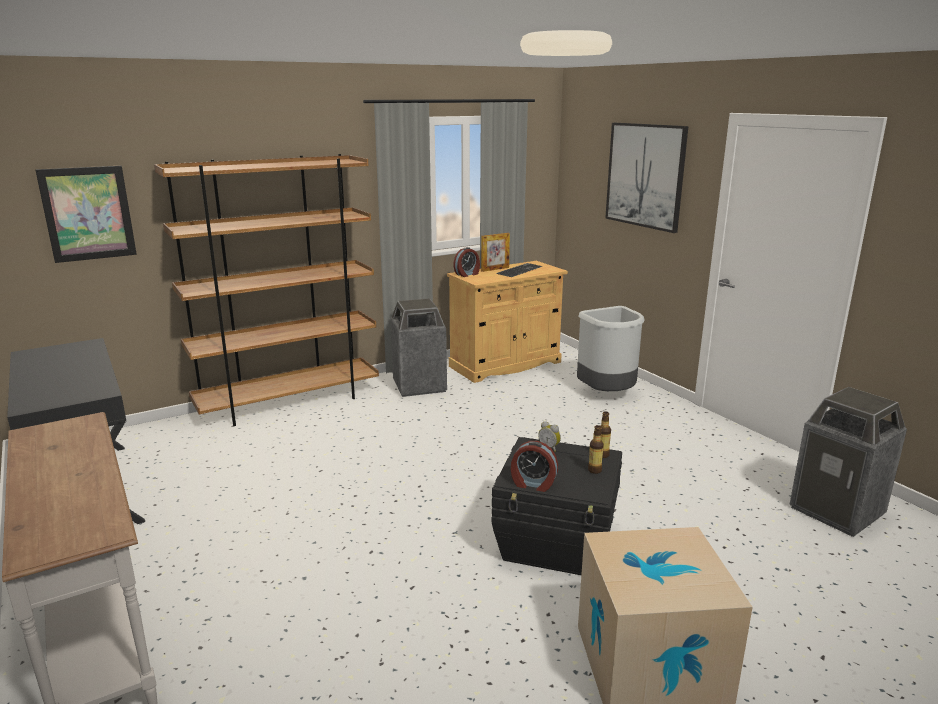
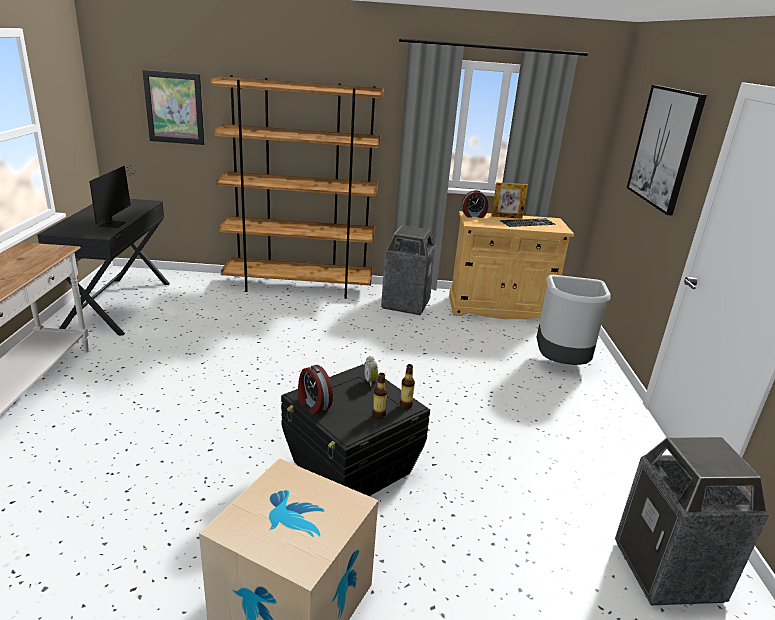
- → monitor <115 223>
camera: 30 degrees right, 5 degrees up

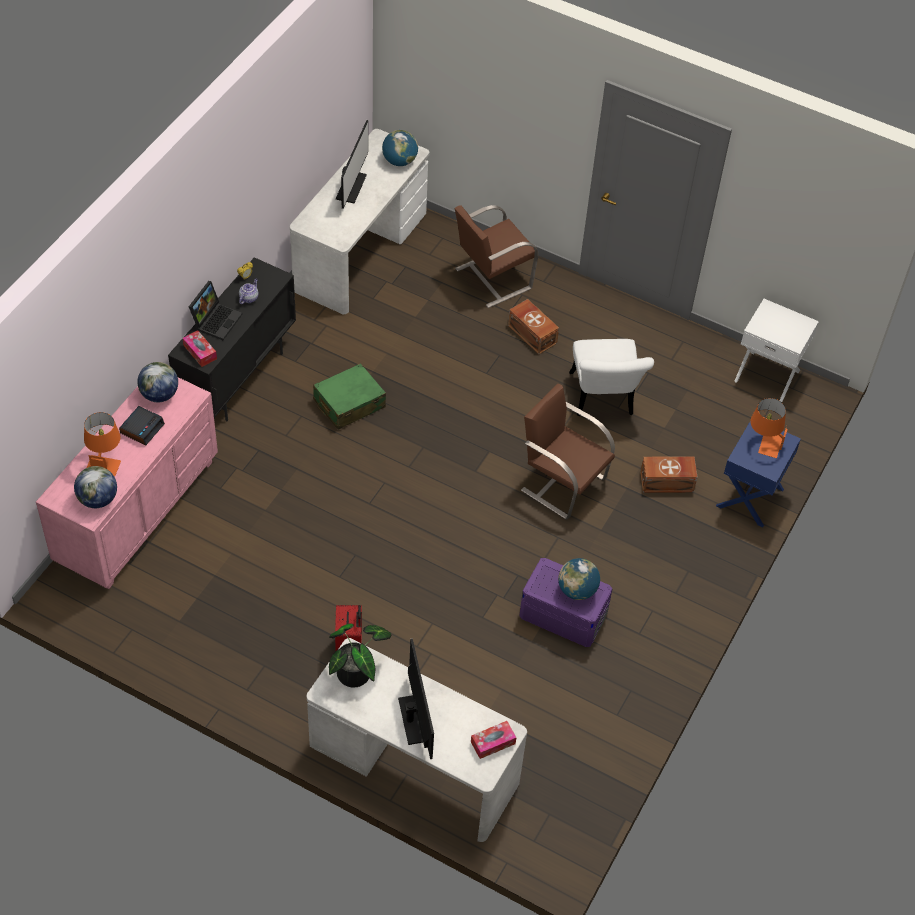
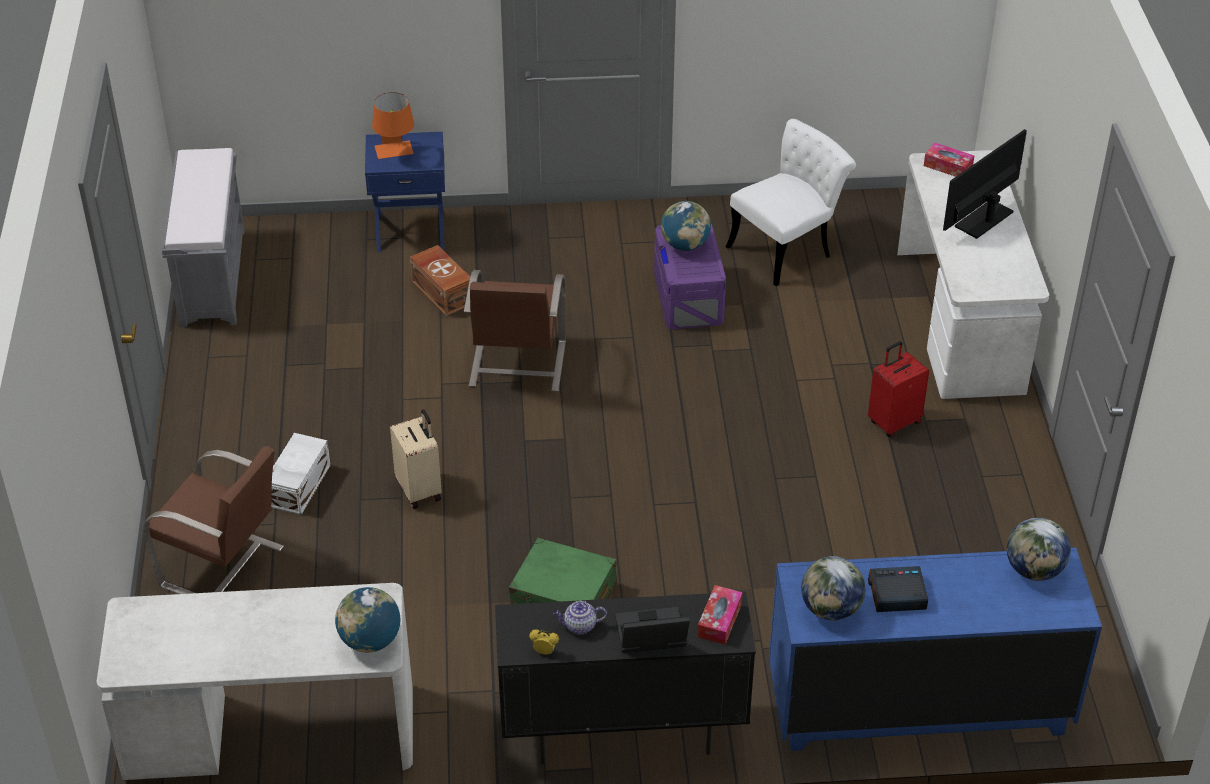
monitor <351 187> → -
globe <399 161> → globe <370 641>, shifted
brown storage box <532 333> → white storage box <298 486>
white nightstand <767 375> → grey bench <212 276>
white chair <602 400> → white chair <787 248>, shifted
pink dresser <137 511> → blue dresser <918 704>
orange table lamp <105 460> → -
potted plant <358 673> → -
- → beige suitcase <420 490>
camera: 120 degrees left, 10 degrees down

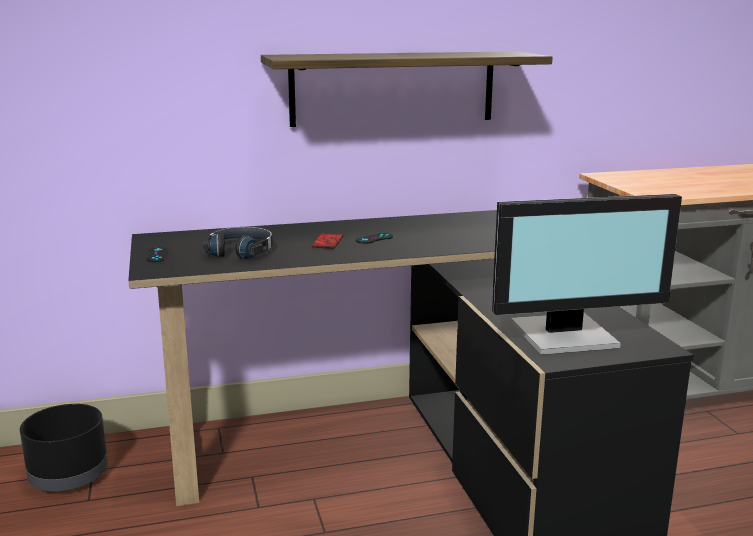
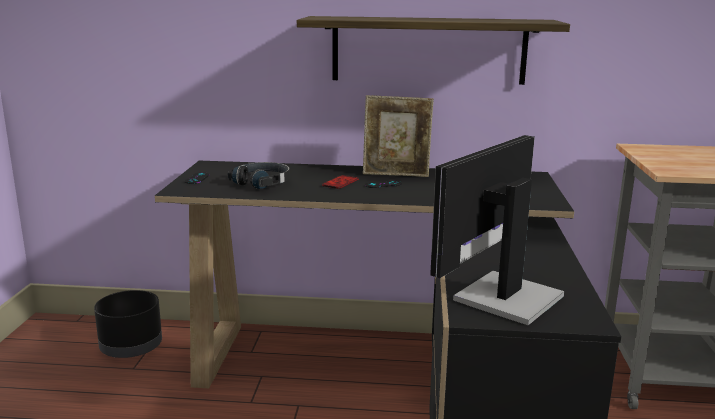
monitor <566 337> → monitor <503 297>, 120 degrees clockwise
- → picture frame <396 175>
camera: 20 degrees right, 0 degrees up

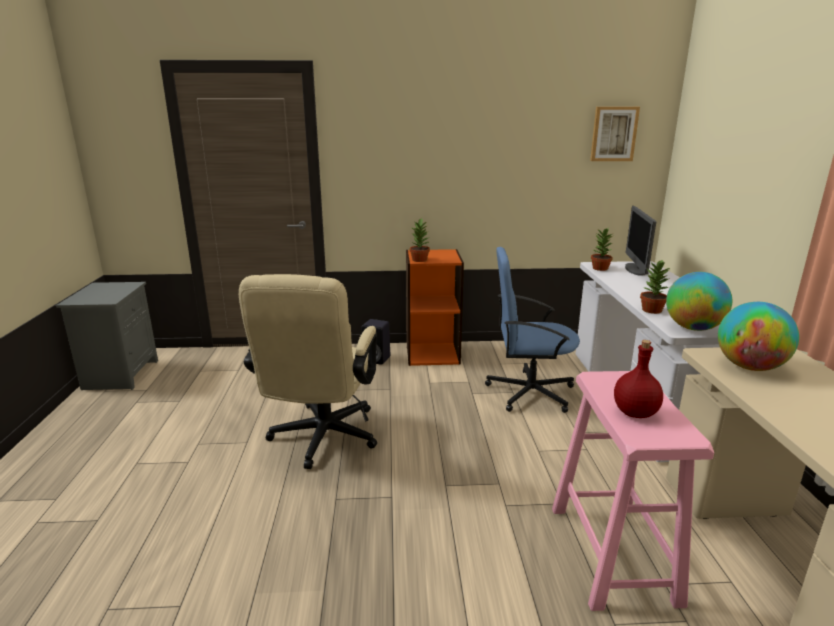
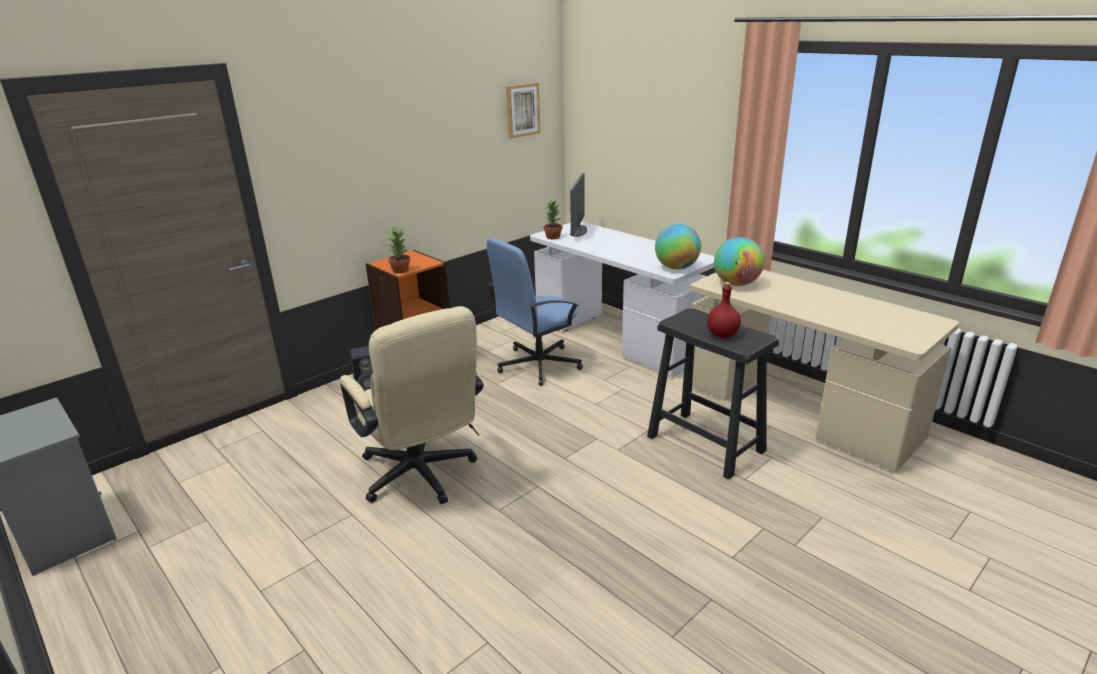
monitor <635 269> → monitor <578 231>, 45 degrees clockwise
potted plant <651 310> → -
pink stool <612 552> → black stool <705 443>
camera: 40 degrees left, 5 degrees up

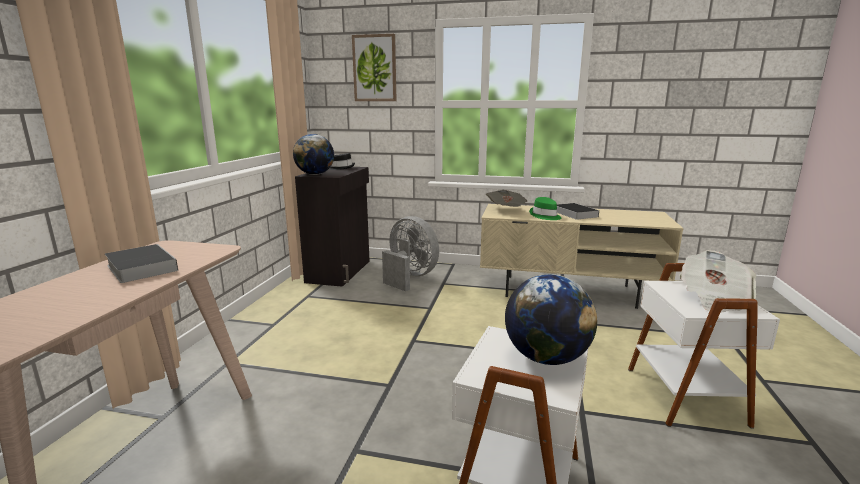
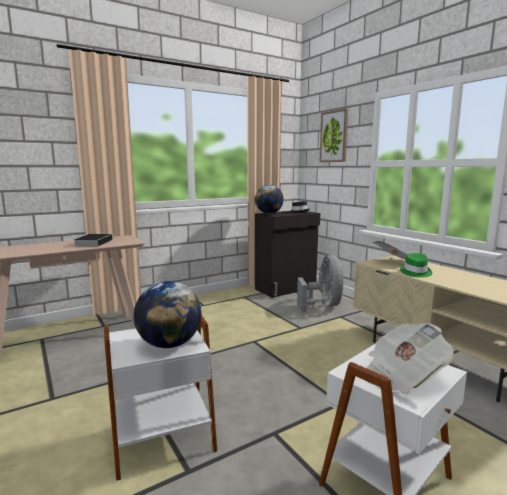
book <574 214> → -
camera: 45 degrees right, 5 degrees down

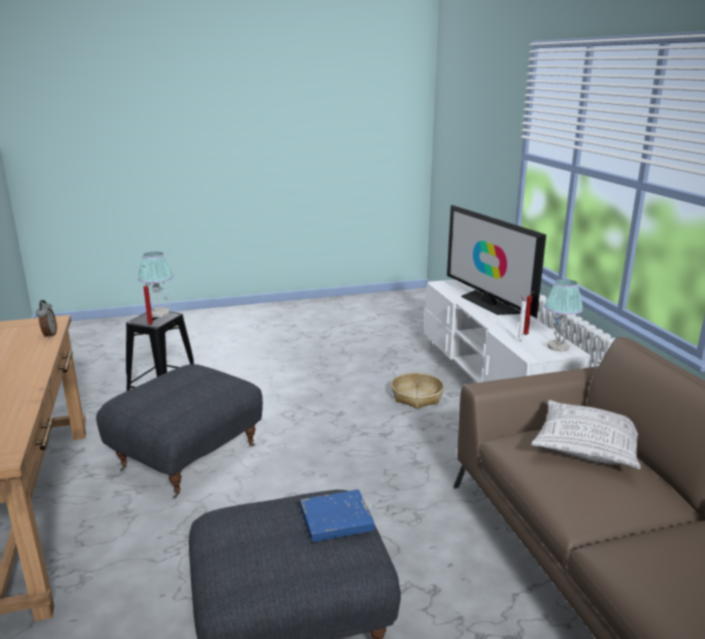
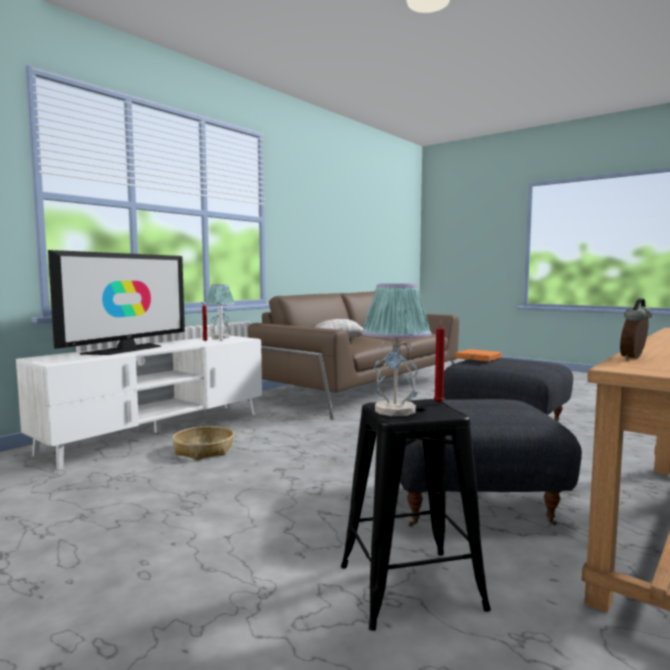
blue book <336 520> → orange book <478 358>
camera: 125 degrees left, 15 degrees down

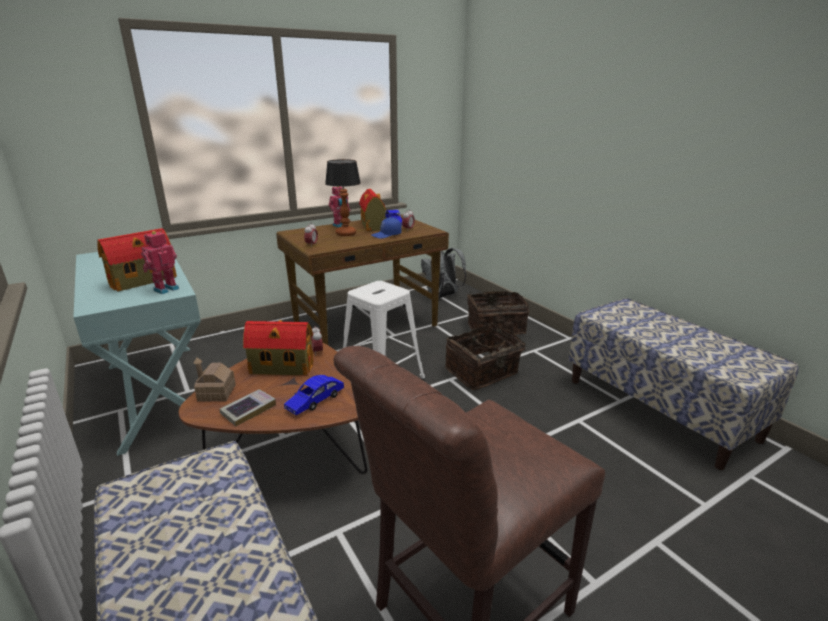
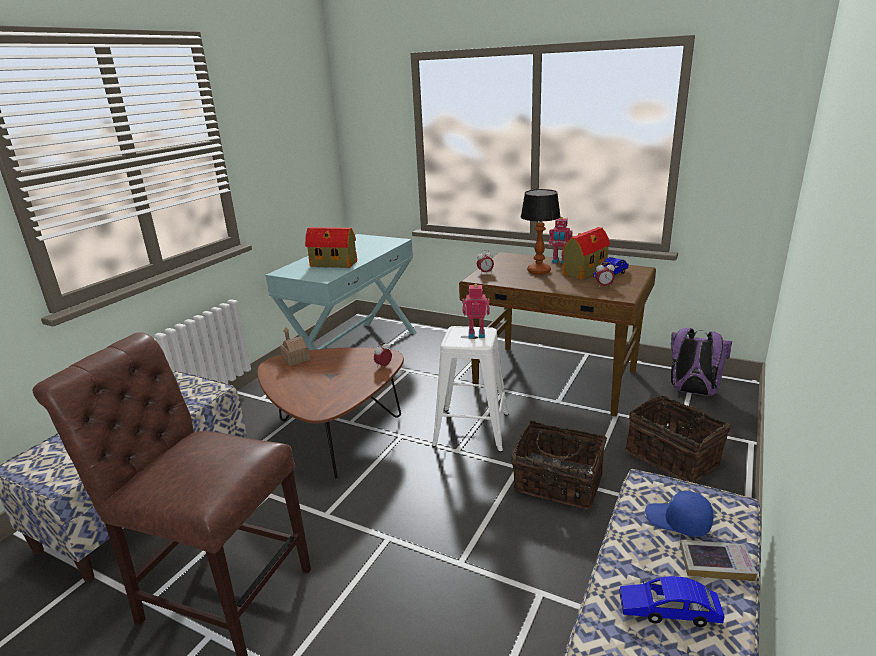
blue cap <386 235> → blue cap <677 521>, shifted
toy robot <165 289> → toy robot <476 334>, shifted
grey backpack <442 296> → purple backpack <692 392>
toy house <280 367> → -
blue toy car <315 401> → blue toy car <668 611>, shifted
book <248 410> → book <715 563>, shifted
camera: 60 degrees right, 0 degrees up

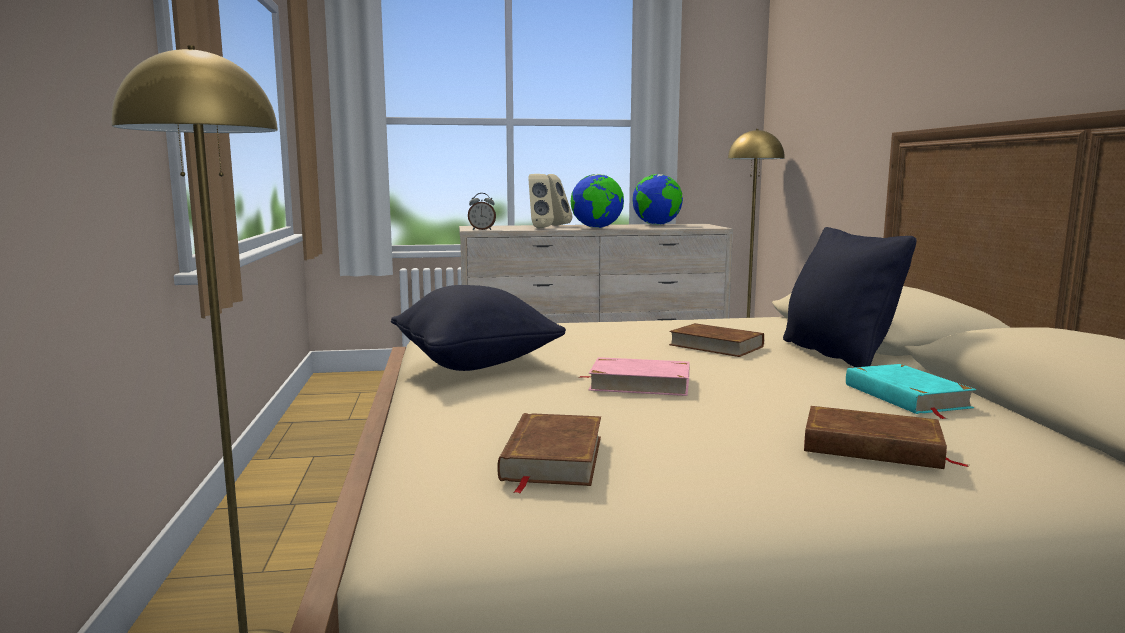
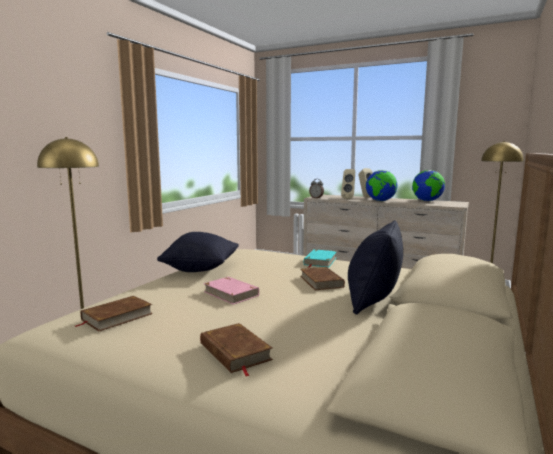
turquoise book <906 396> → turquoise book <320 261>, shifted
camera: 35 degrees right, 0 degrees up

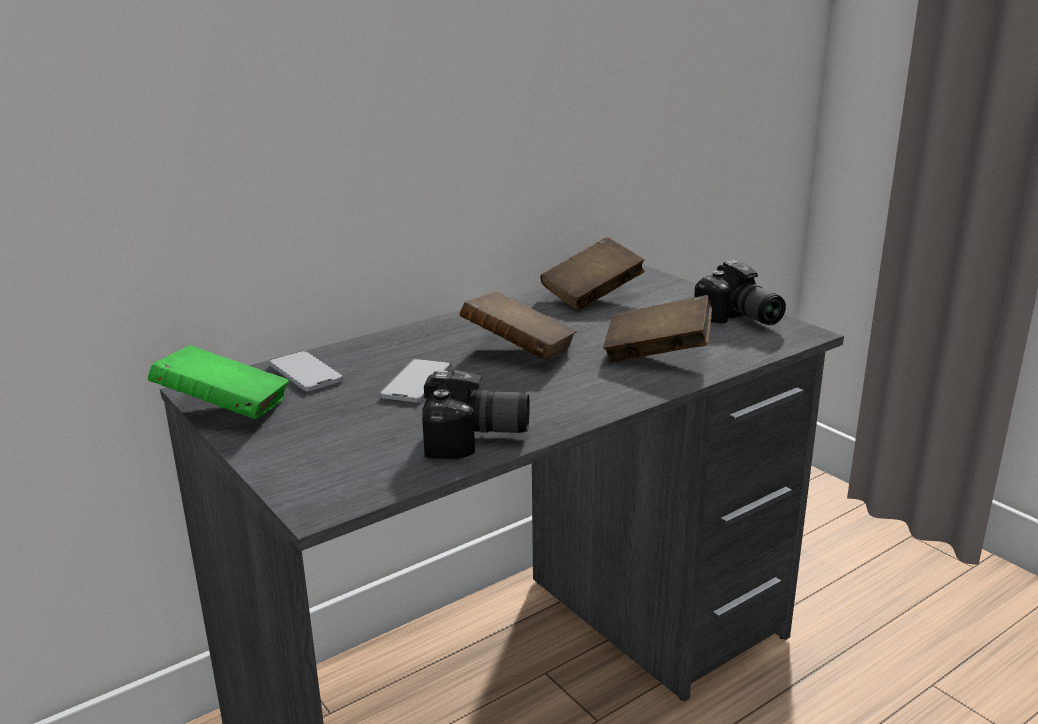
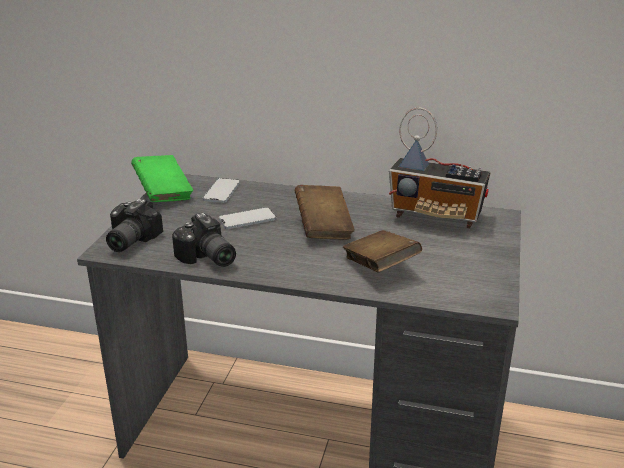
brown book <592 295> → radio <436 216>
photo camera <739 319> → photo camera <128 240>, shifted
camera: 50 degrees right, 5 degrees up

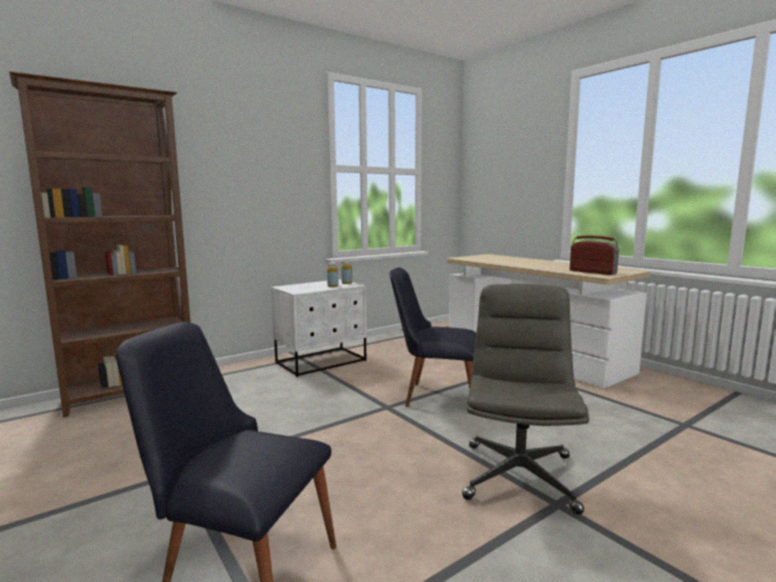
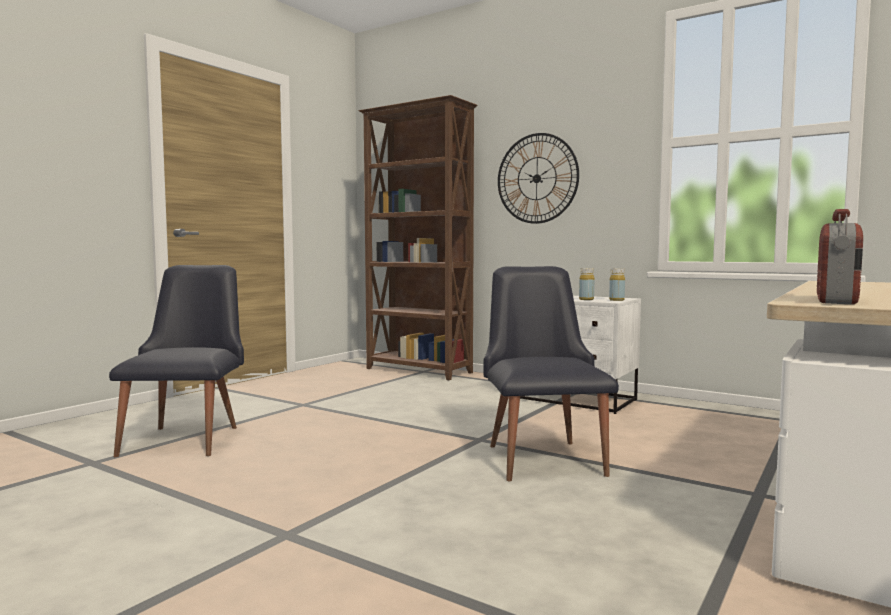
grey office chair <518 475> → -
- → wall clock <537 178>
camera: 70 degrees right, 5 degrees down

